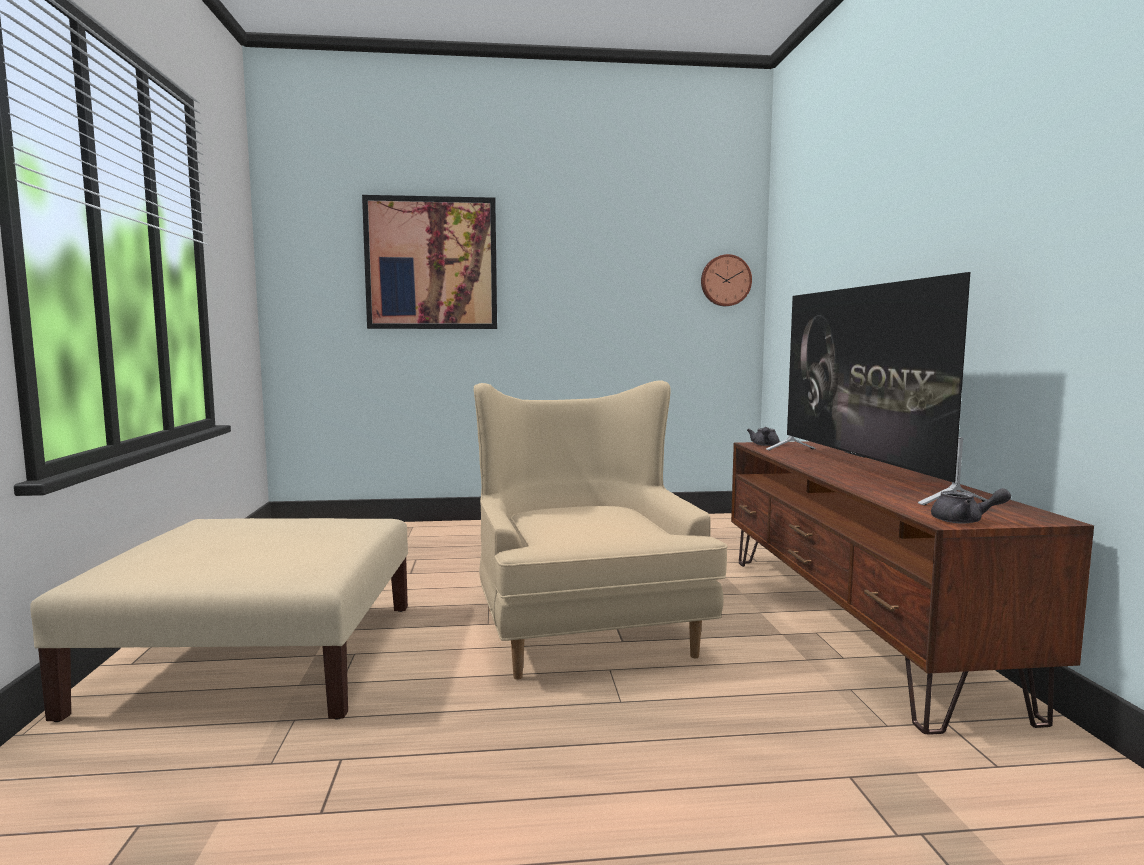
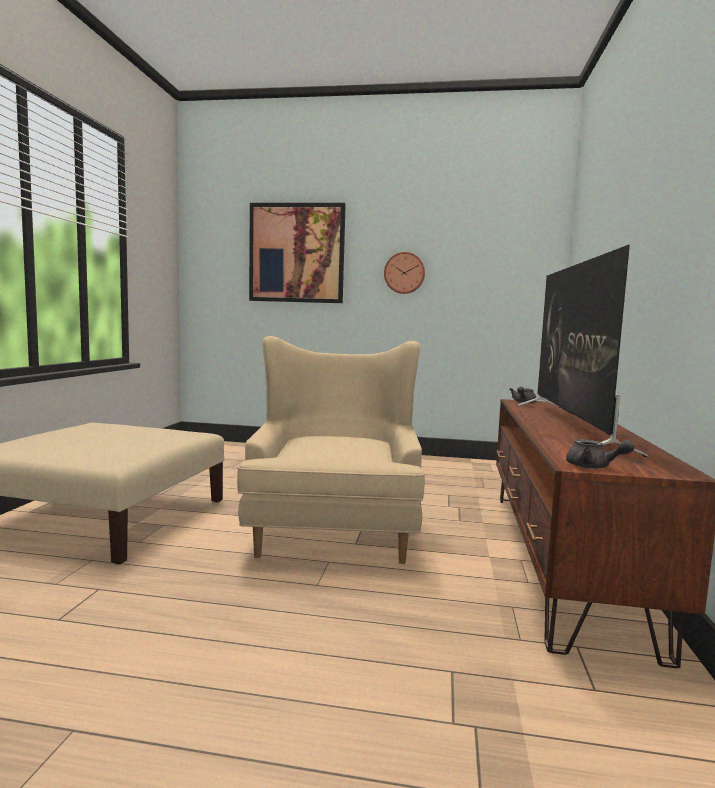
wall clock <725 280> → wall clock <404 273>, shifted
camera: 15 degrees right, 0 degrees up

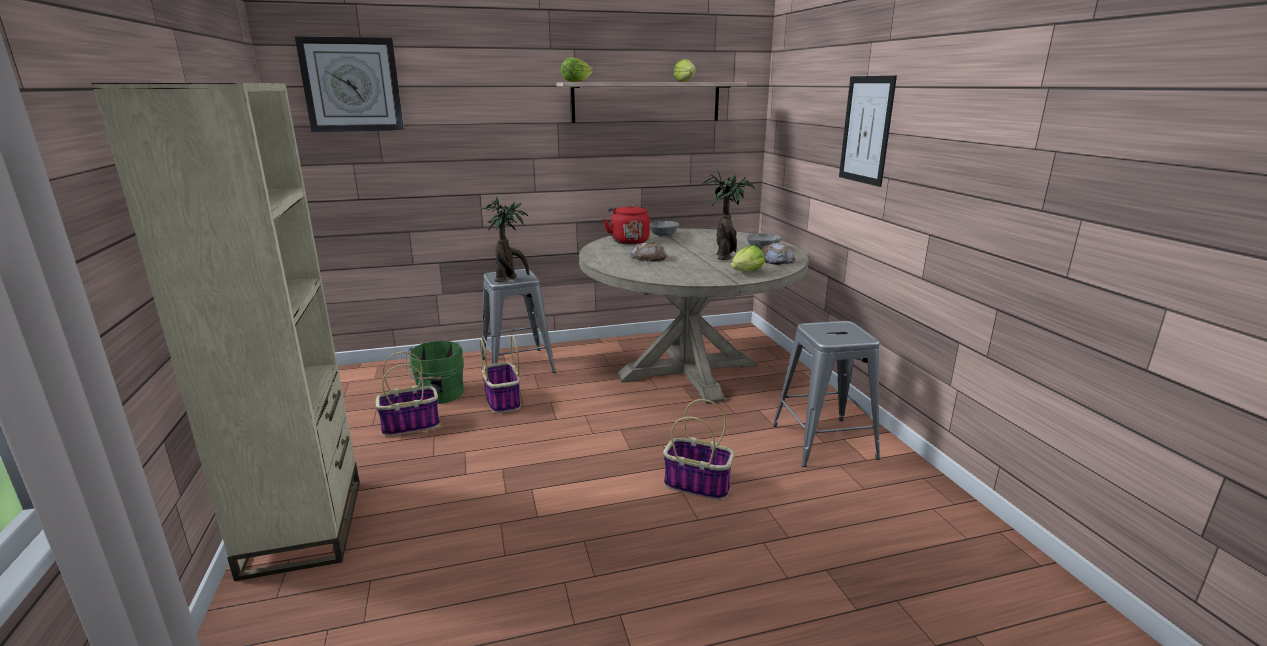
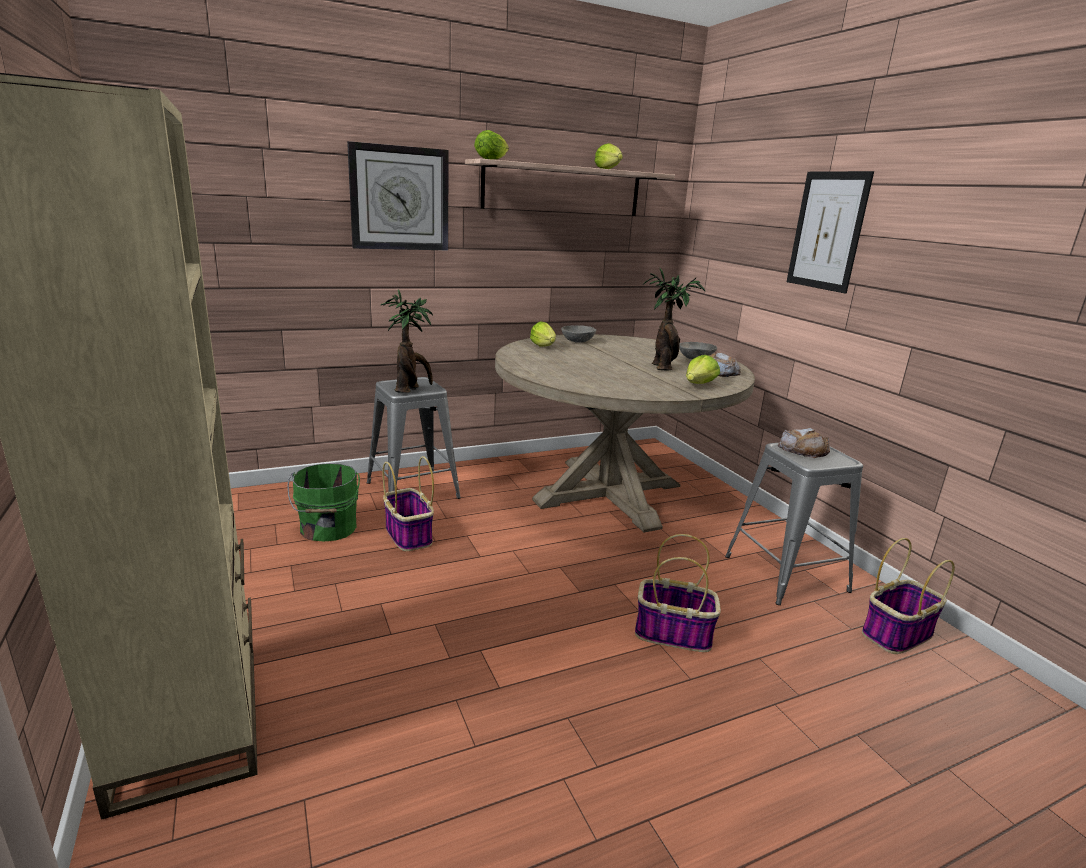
wall clock <352 85> → wall clock <399 198>, shifted
red kettle <629 241> → lettuce <544 347>
bread <648 258> → bread <803 449>, shifted
basket <411 425> → basket <897 633>, shifted
camera: 10 degrees left, 0 degrees up

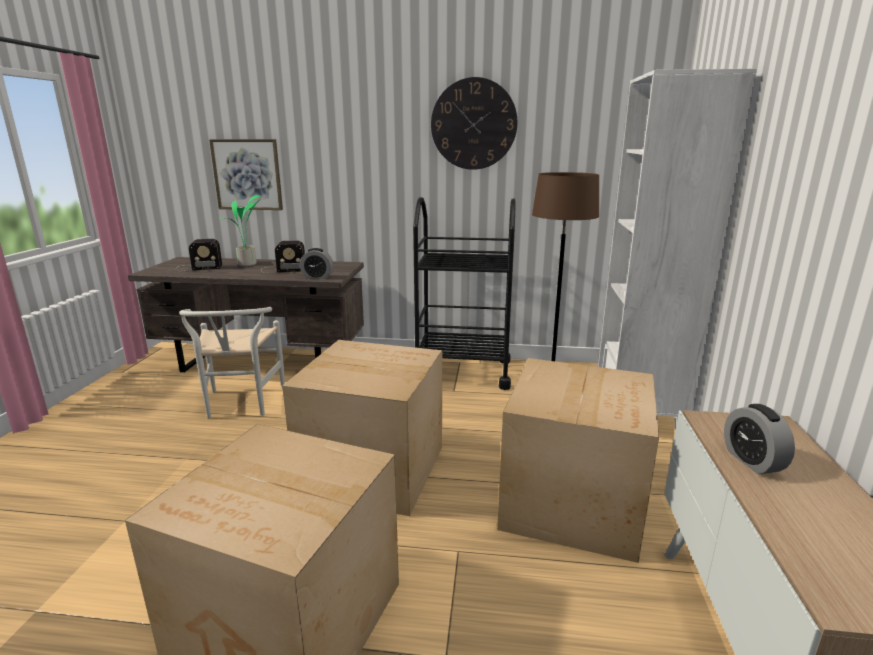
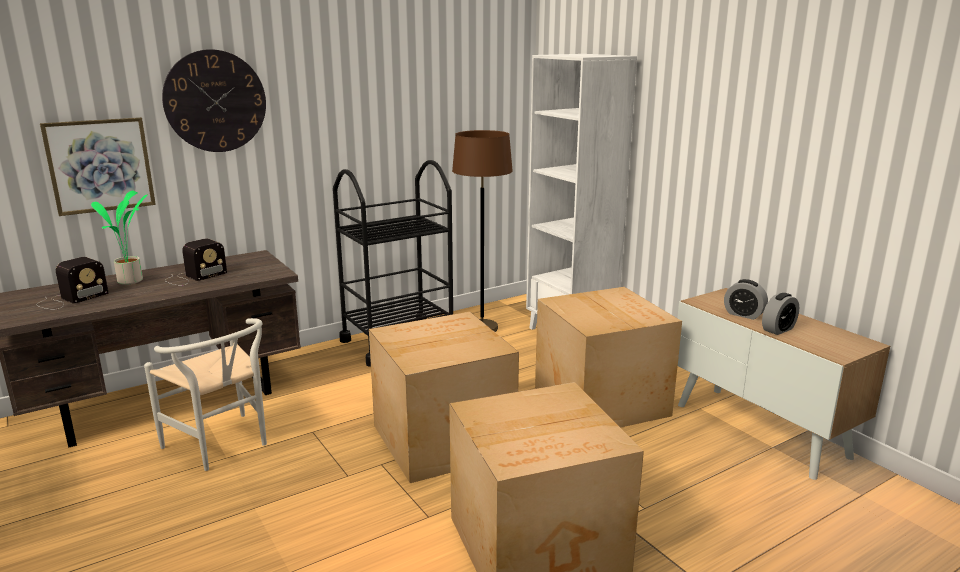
wall clock <473 124> → wall clock <215 101>, shifted
alarm clock <317 277> → alarm clock <778 329>, shifted
camera: 40 degrees left, 0 degrees up

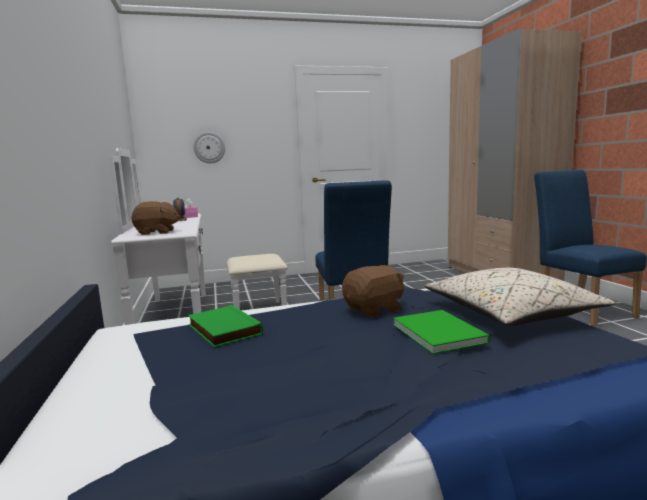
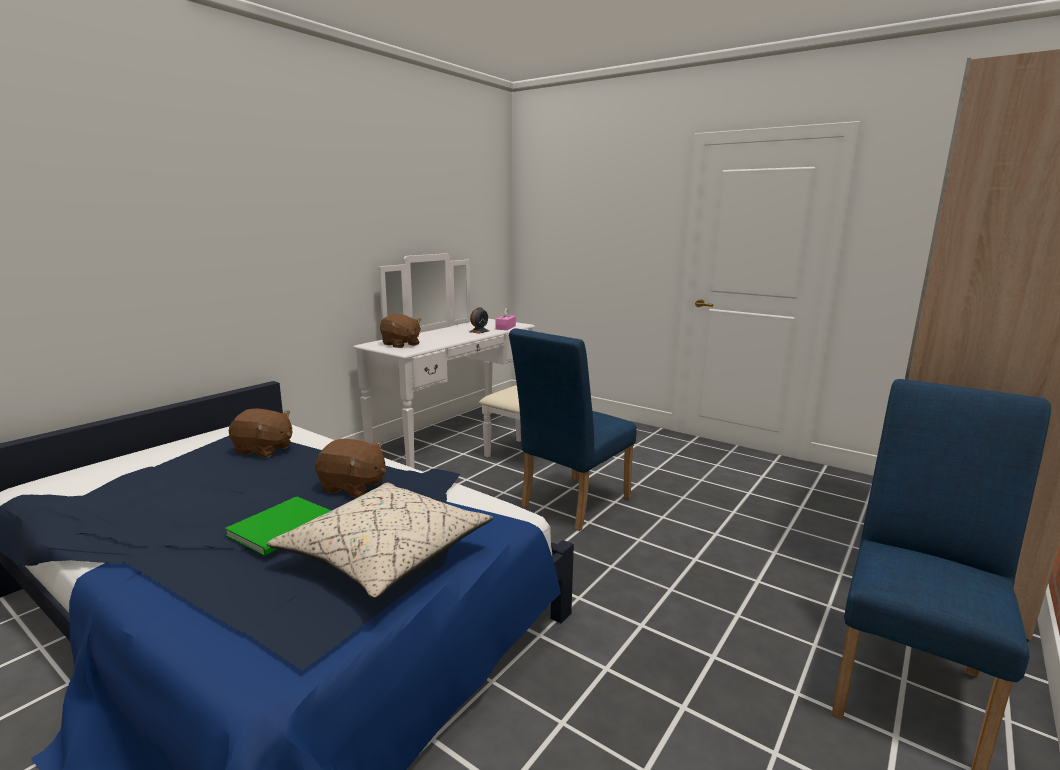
wall clock <209 147> → -
green book <222 330> → brown plush toy <264 450>
camera: 50 degrees right, 5 degrees up

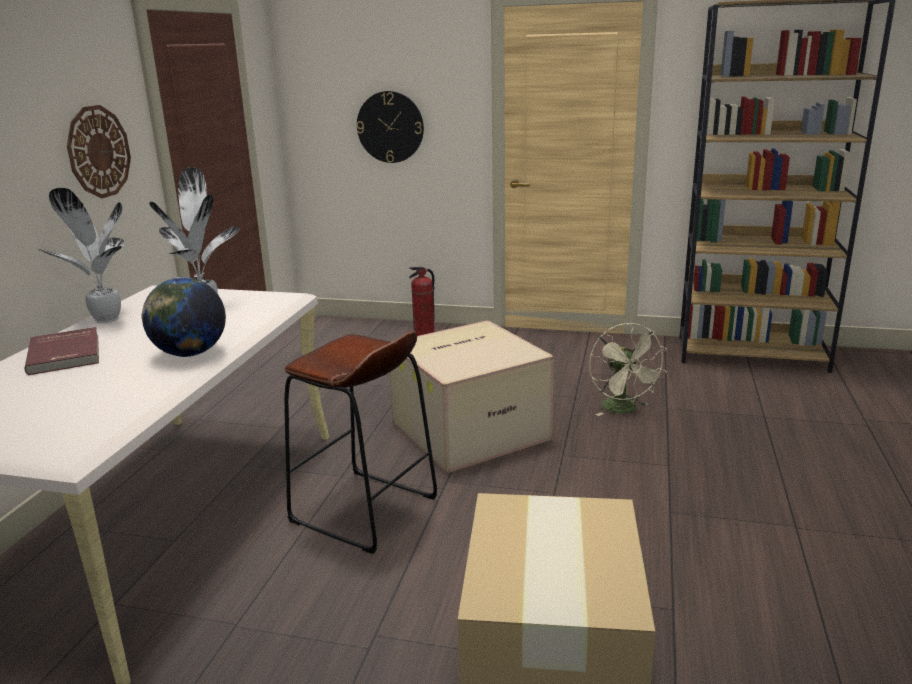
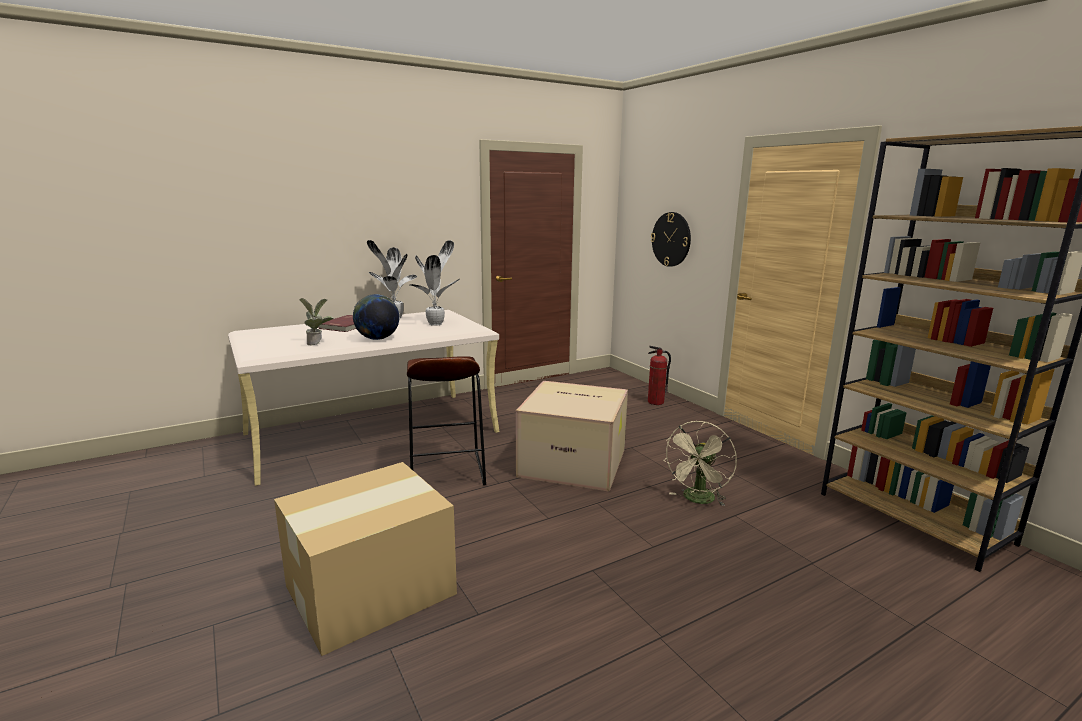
wall clock <98 152> → -
- → potted plant <318 343>
camera: 45 degrees right, 5 degrees down

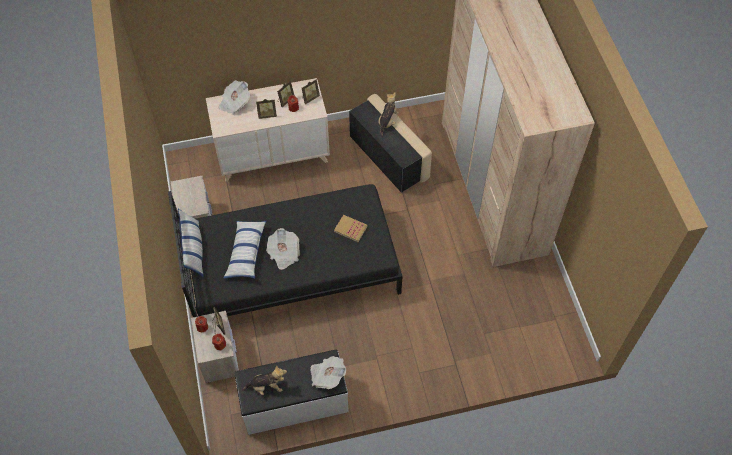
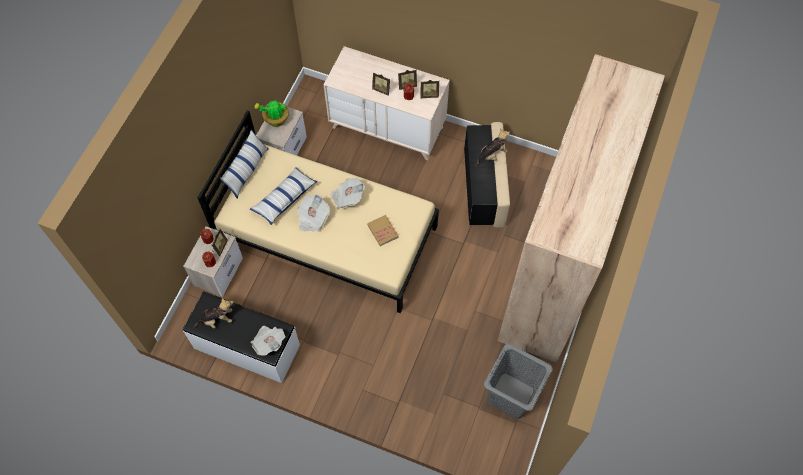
newspaper <234 103> → newspaper <347 197>, shifted
black bed <291 269> → beige bed <328 235>
plush toy <266 386> → plush toy <217 319>, 45 degrees counterclockwise
- → potted plant <275 119>
- → grey laundry basket <511 395>
camera: 35 degrees right, 5 degrees up

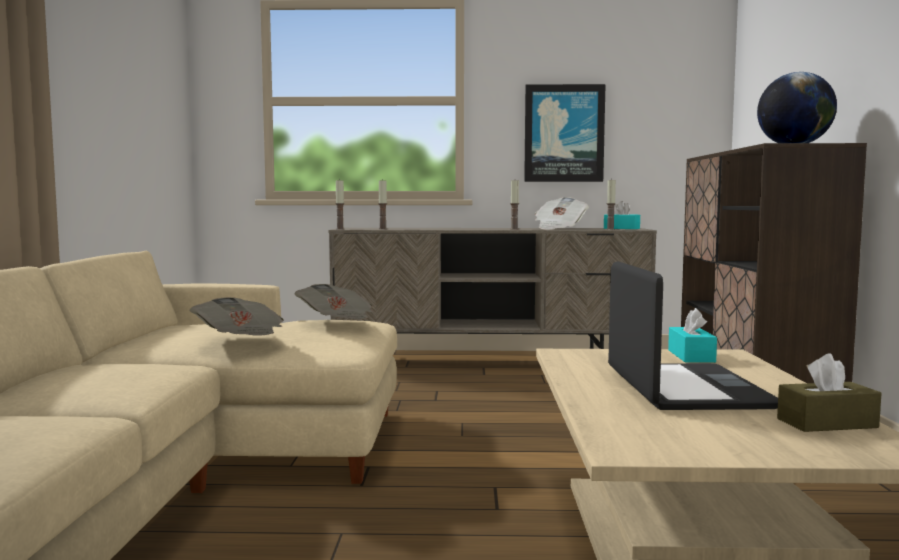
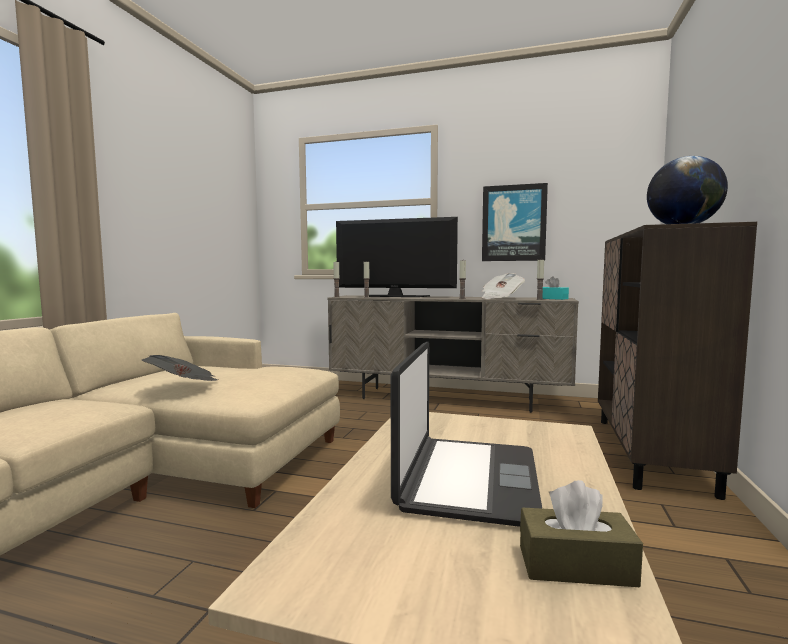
newspaper <337 324> → -
turquoise tissue box <691 356> → -
- → television <395 296>
camera: 15 degrees right, 0 degrees up

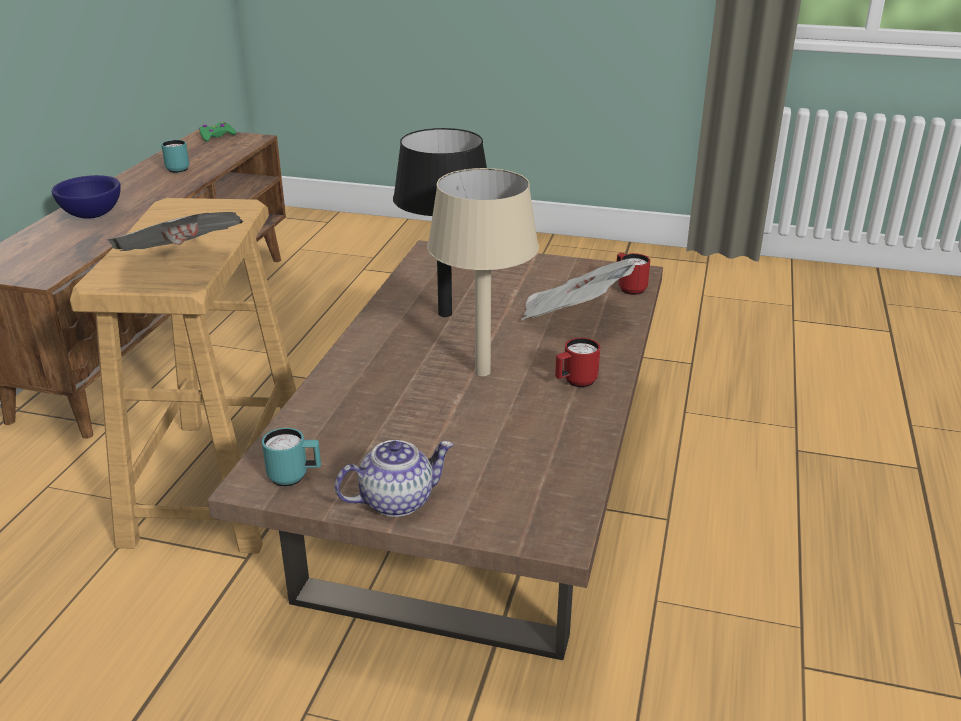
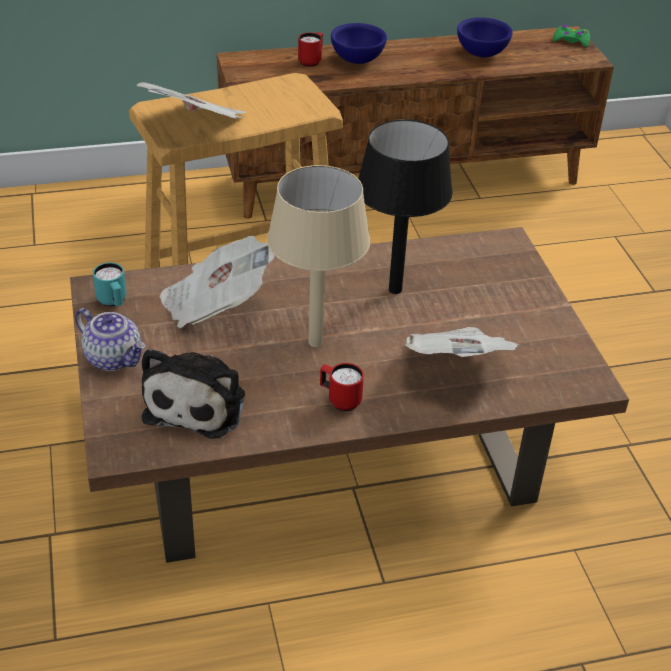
turquoise mug <176 168> → blue bowl <480 54>
red mug <629 288> → red mug <311 61>, shifted
- → newspaper <215 305>
- → plush toy <198 403>
camera: 60 degrees right, 10 degrees up

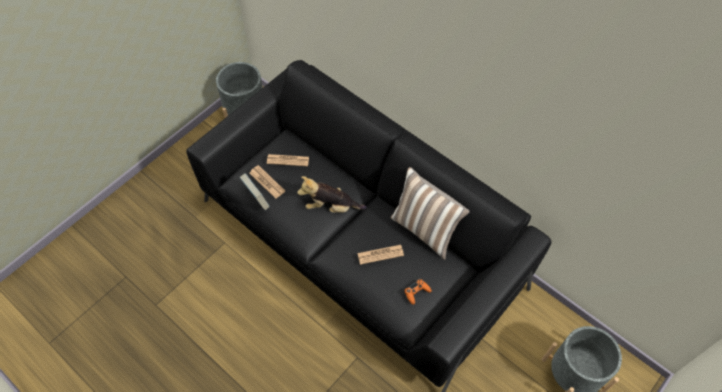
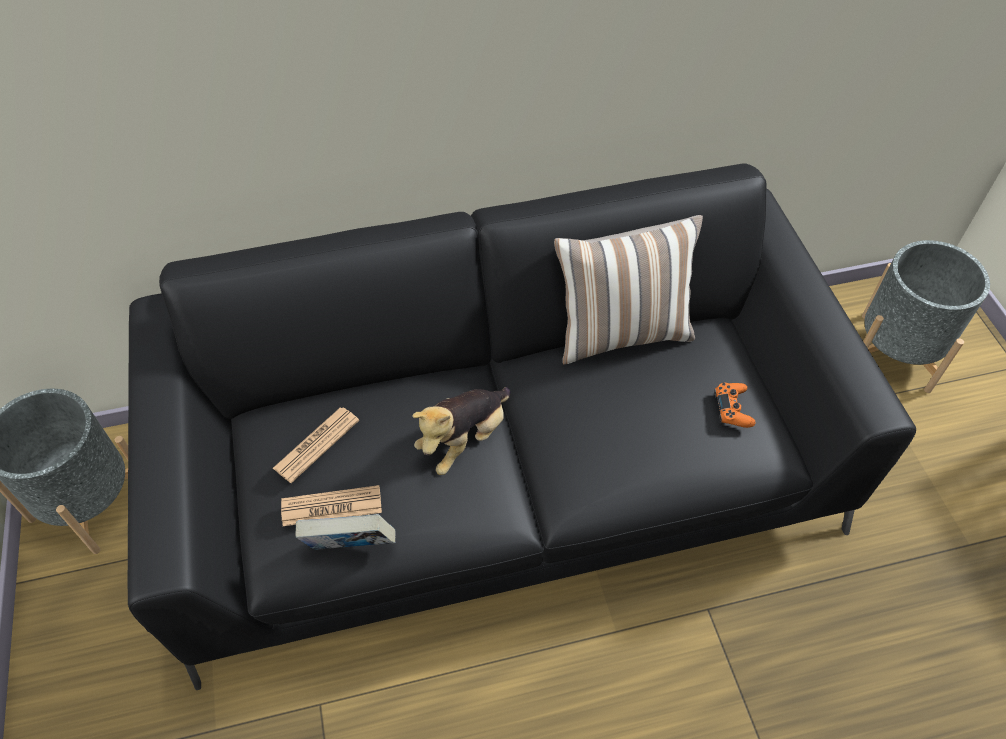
newspaper <380 254> → -
camera: 55 degrees left, 5 degrees down

